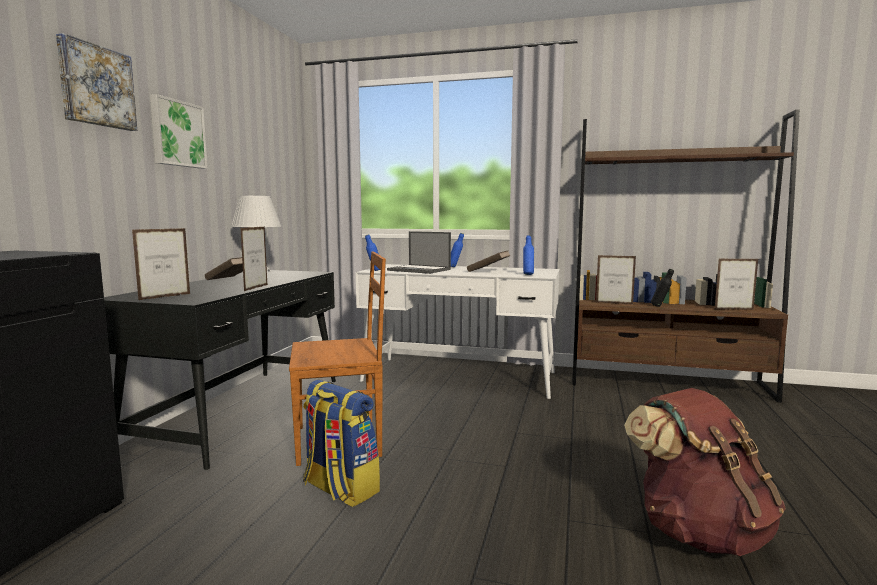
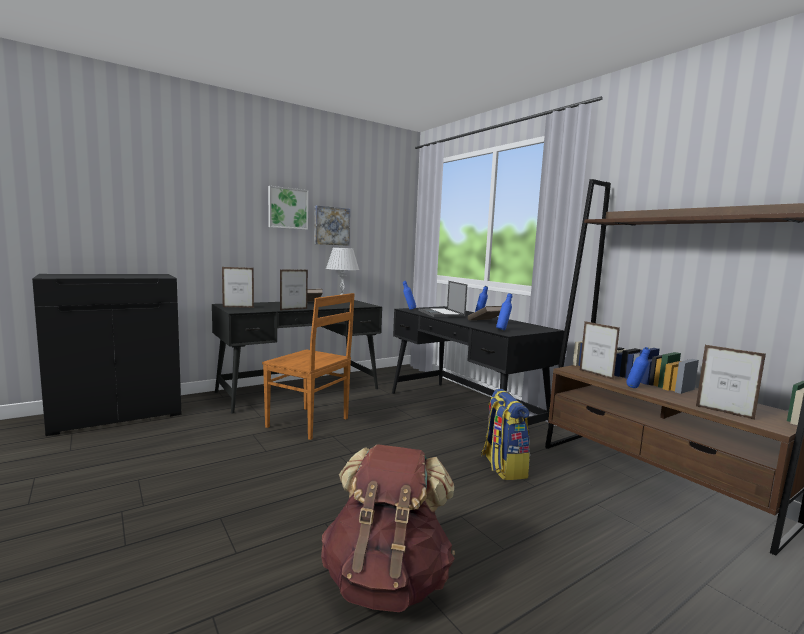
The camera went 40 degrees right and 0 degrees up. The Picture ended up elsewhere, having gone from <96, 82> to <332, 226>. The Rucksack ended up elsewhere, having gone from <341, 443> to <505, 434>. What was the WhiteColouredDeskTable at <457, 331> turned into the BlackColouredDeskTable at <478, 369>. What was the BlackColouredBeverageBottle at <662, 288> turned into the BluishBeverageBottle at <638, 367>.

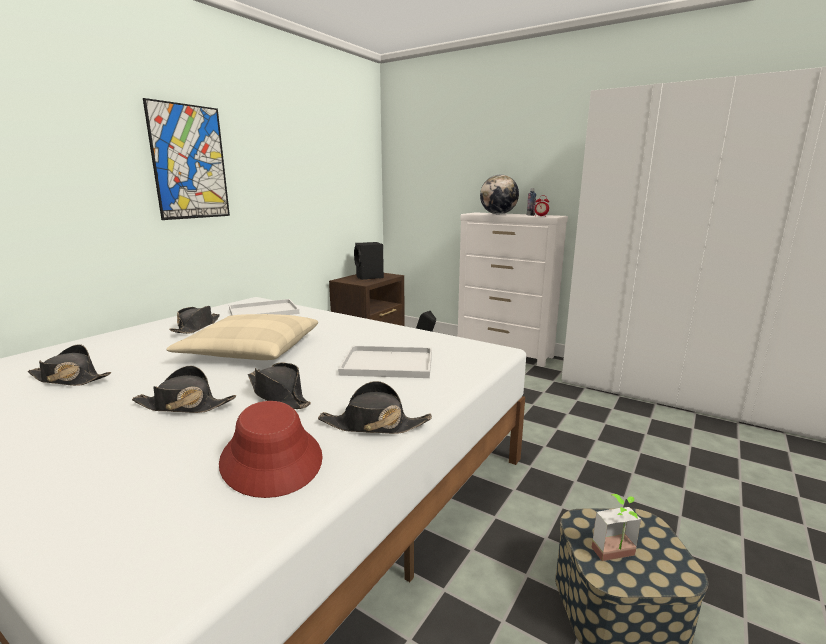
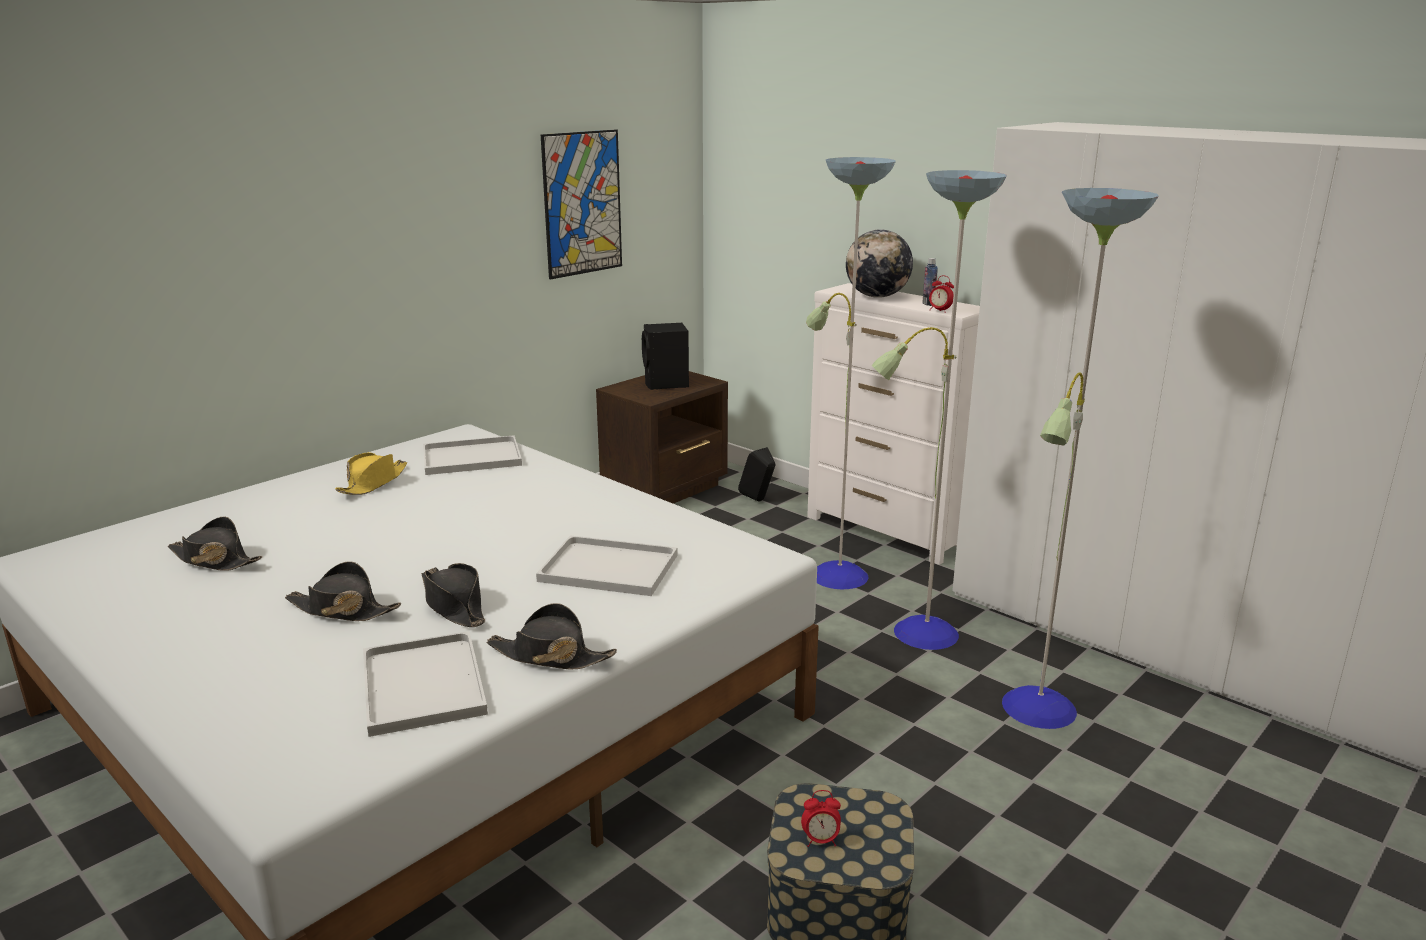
The camera went 10 degrees right and 5 degrees up. The second view lost the BeigeCushion at <242, 337>. The second view gained the StandingLamp at <982, 443>. The Picture ended up elsewhere, having gone from <186, 159> to <581, 204>. Where the ReddishWearableHat stood at <271, 449>, the WhiteColouredServingTray came to stand at <425, 684>. Where the PottedPlant stood at <616, 527>, the BedsideClock came to stand at <821, 818>. What was the BlackColouredWearableHat at <194, 320> turned into the YellowishWearableHat at <371, 473>.

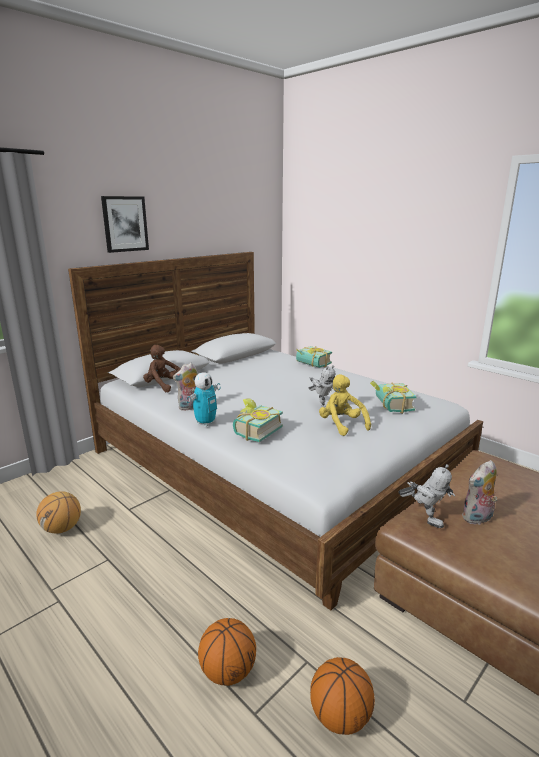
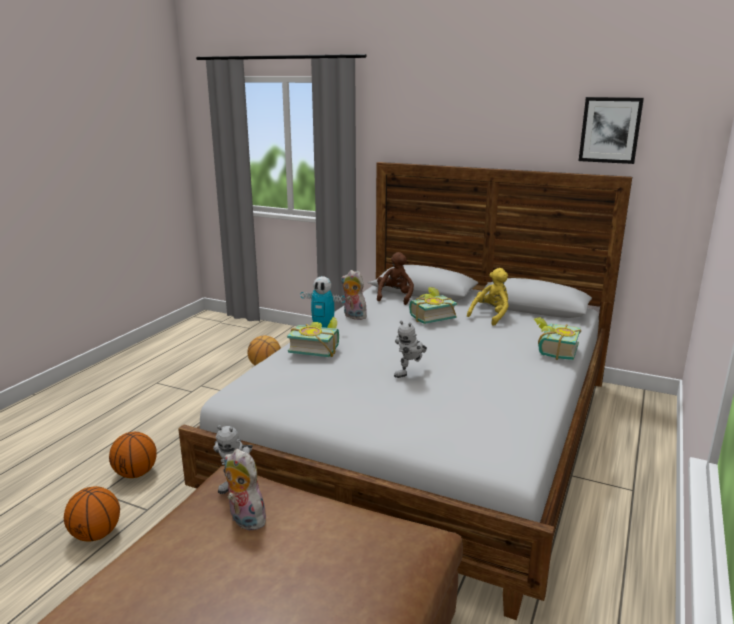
The camera went 70 degrees right and 0 degrees up. The Picture ended up elsewhere, having gone from <125, 224> to <611, 130>. The YellowishPlushToy ended up elsewhere, having gone from <345, 405> to <488, 297>. The Volume ended up elsewhere, having gone from <393, 397> to <433, 305>.

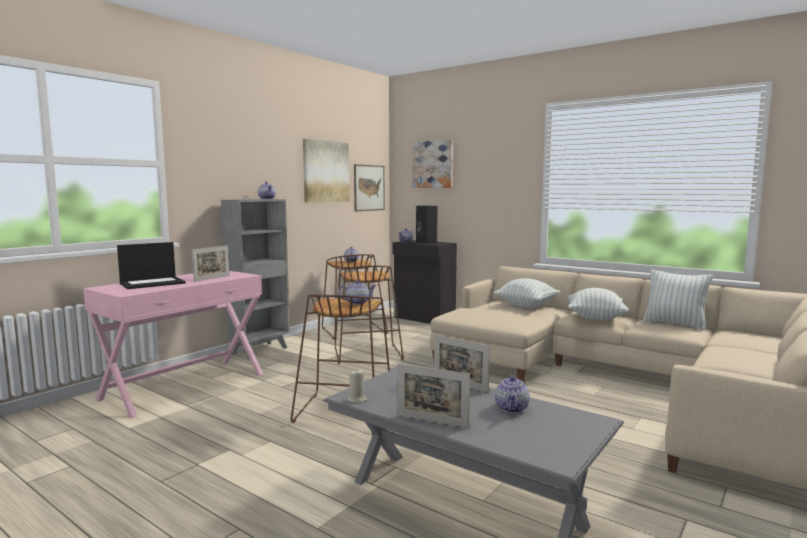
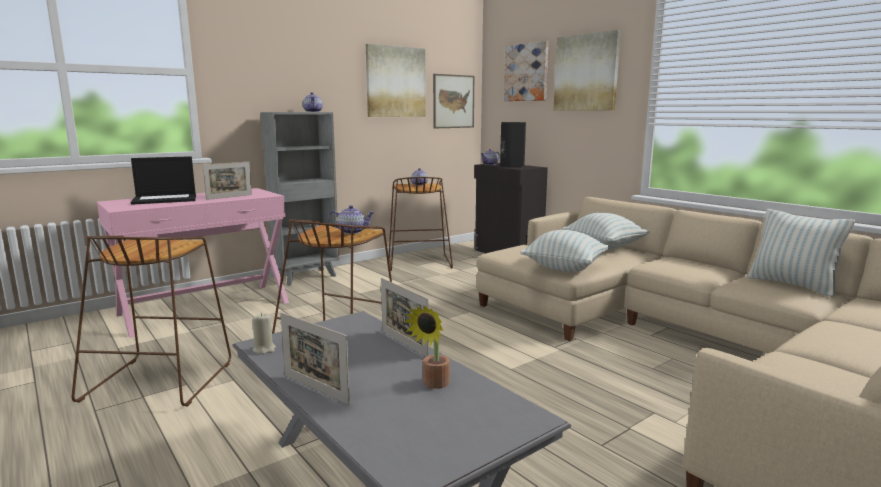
The camera went 15 degrees right and 5 degrees up. The second view gained the Picture at <587, 70>. The BrownStoolSeat ended up elsewhere, having gone from <369, 315> to <151, 321>. The Cushion ended up elsewhere, having gone from <598, 304> to <564, 251>. Where the Teapot stood at <512, 394>, the PottedPlant came to stand at <427, 347>.

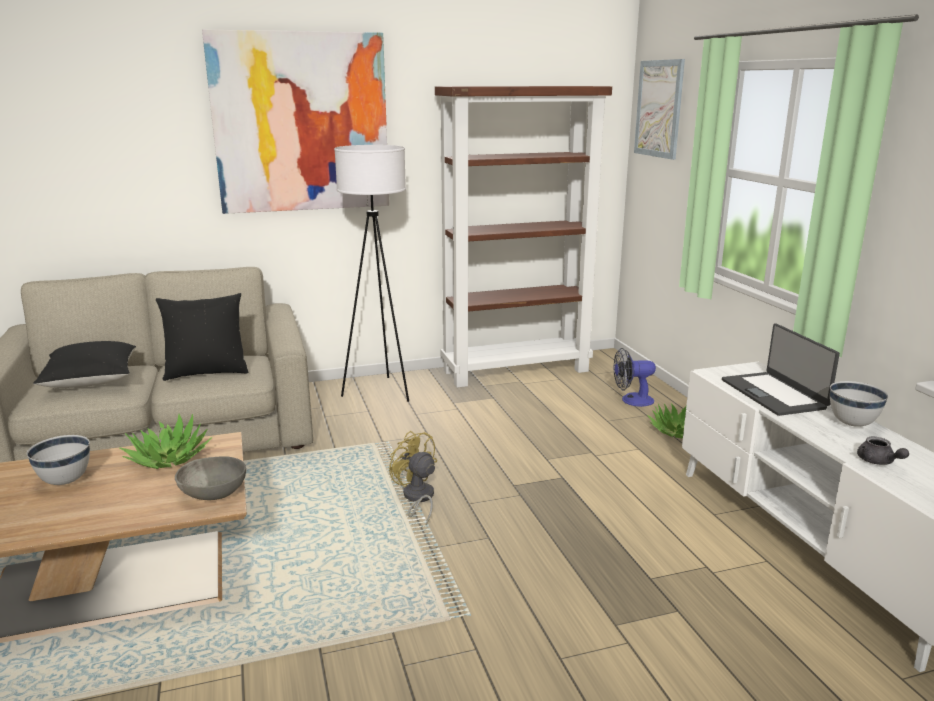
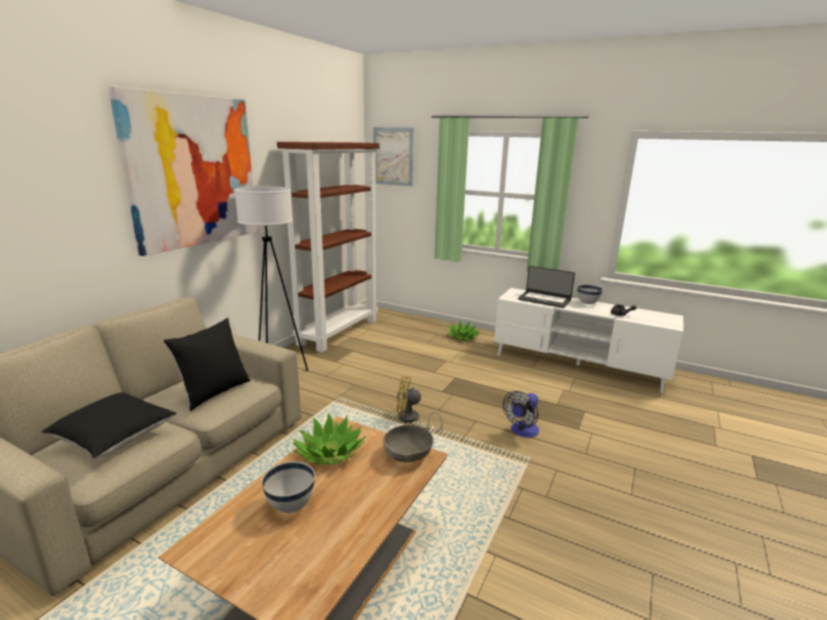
The camera went 45 degrees left and 0 degrees up. The CoolingFan ended up elsewhere, having gone from <635, 377> to <521, 414>.

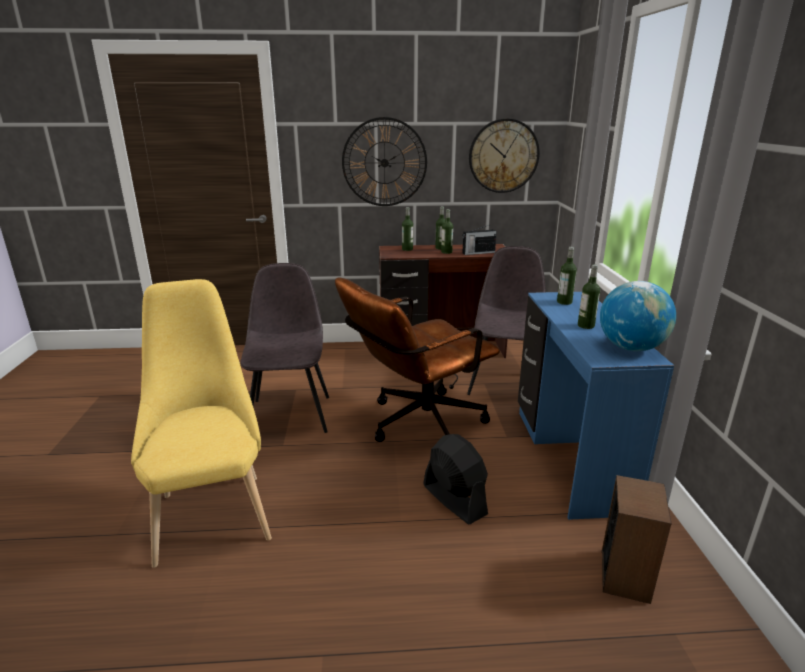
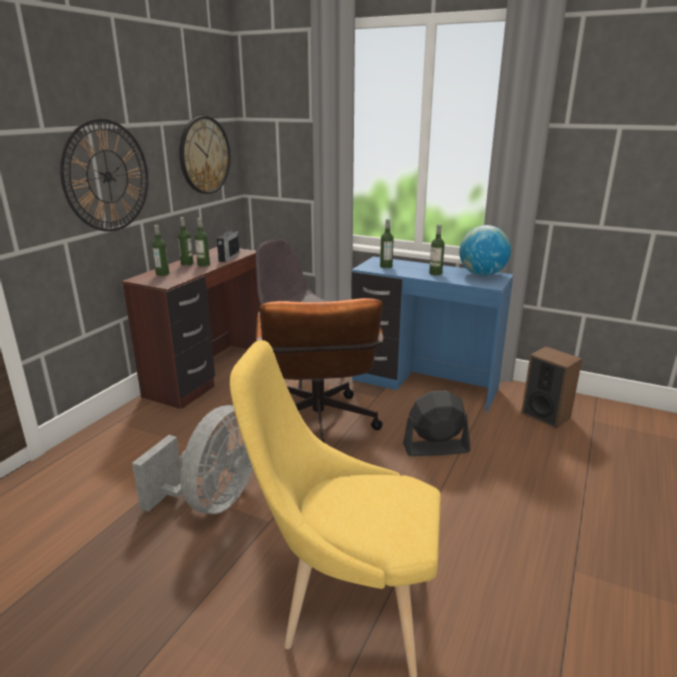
The camera went 60 degrees left and 0 degrees up. Where the GreyishUprightChair stood at <284, 348>, the GreyishCoolingFan came to stand at <192, 459>.

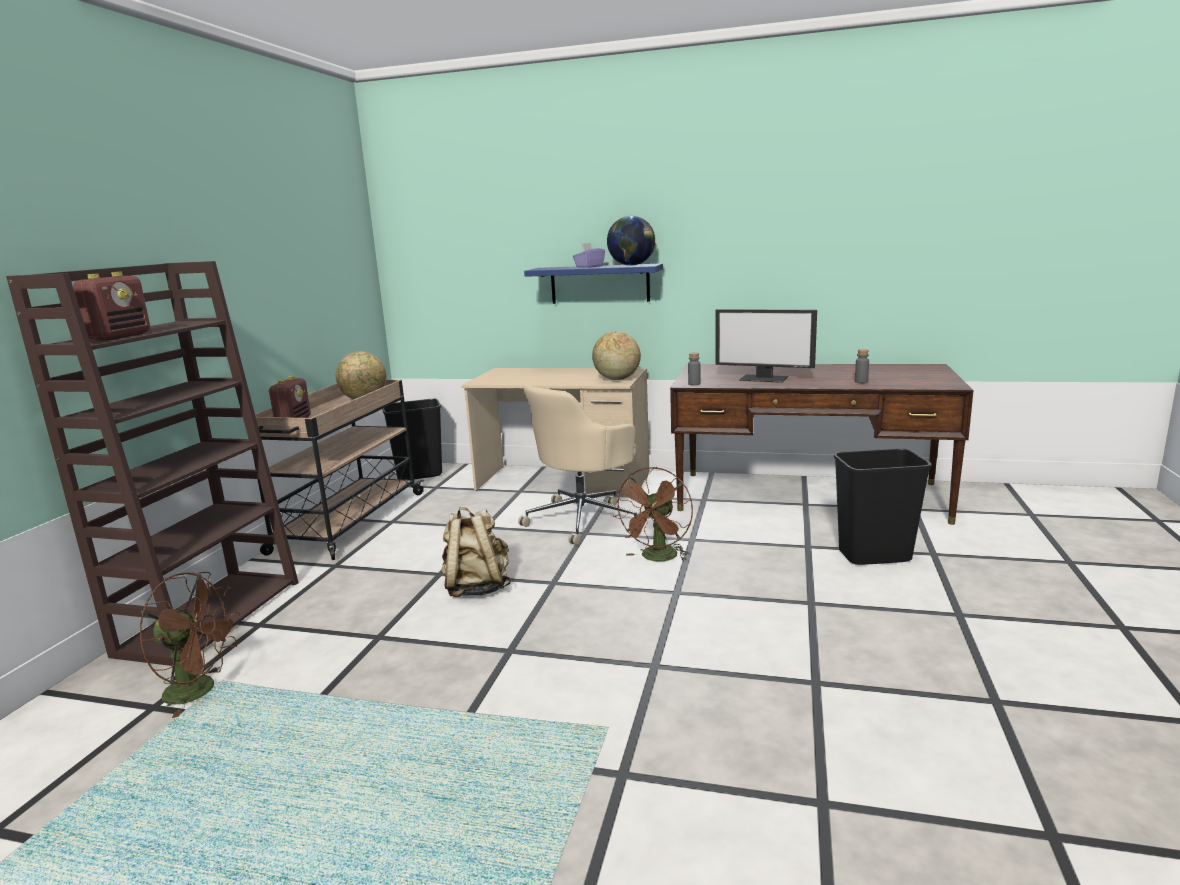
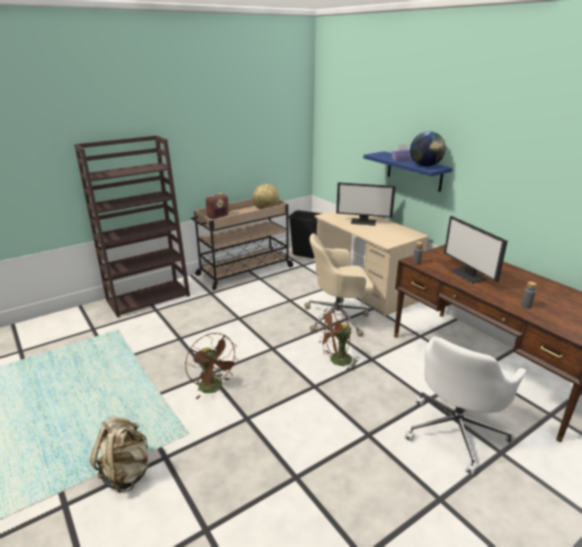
The camera went 40 degrees right and 10 degrees up. The second view lost the RadioReceiver at <111, 306>. The second view lost the WorldGlobe at <616, 355>. The second view gained the ComputerDisplay at <366, 204>. The BrownCoolingFan ended up elsewhere, having gone from <190, 645> to <212, 366>. The BeigeRucksack ended up elsewhere, having gone from <476, 552> to <119, 454>. Where the BlackColouredWasteBin stood at <882, 506>, the WhiteColouredComputerChair came to stand at <466, 405>.

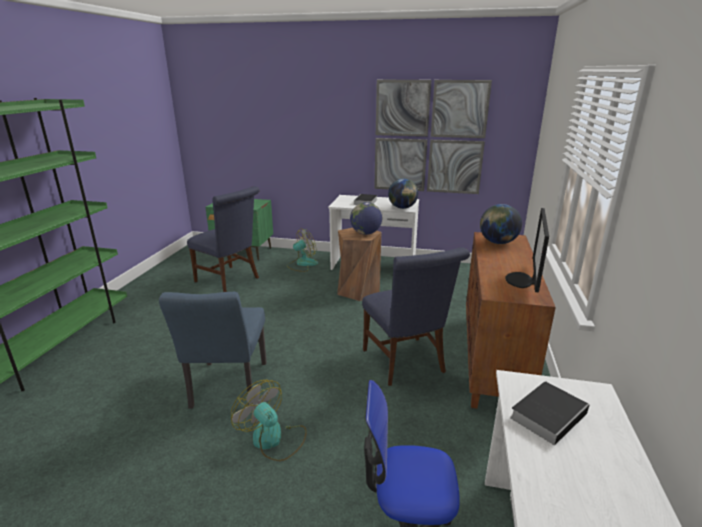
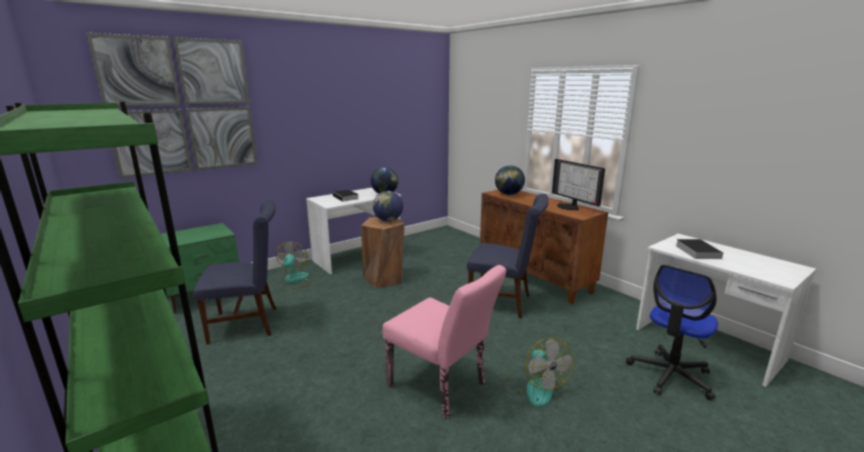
The camera went 50 degrees left and 5 degrees down. The Picture ended up elsewhere, having gone from <433, 137> to <171, 106>. What was the BluishUprightChair at <213, 350> turned into the PinkUprightChair at <444, 342>. The CoolingFan at <269, 420> ended up facing another way, 105 degrees counterclockwise from before.

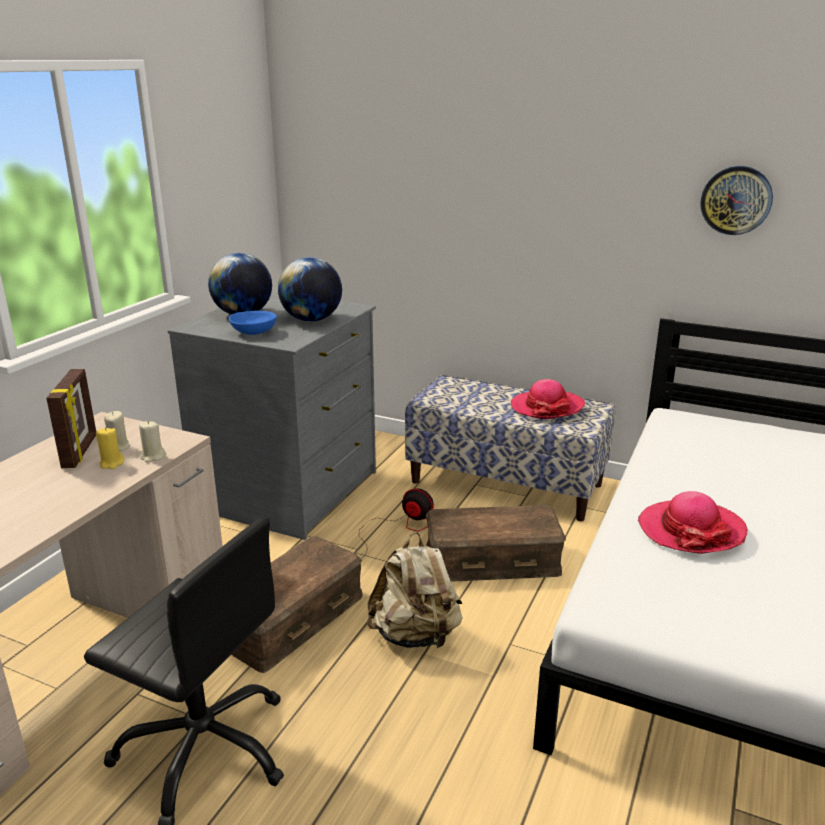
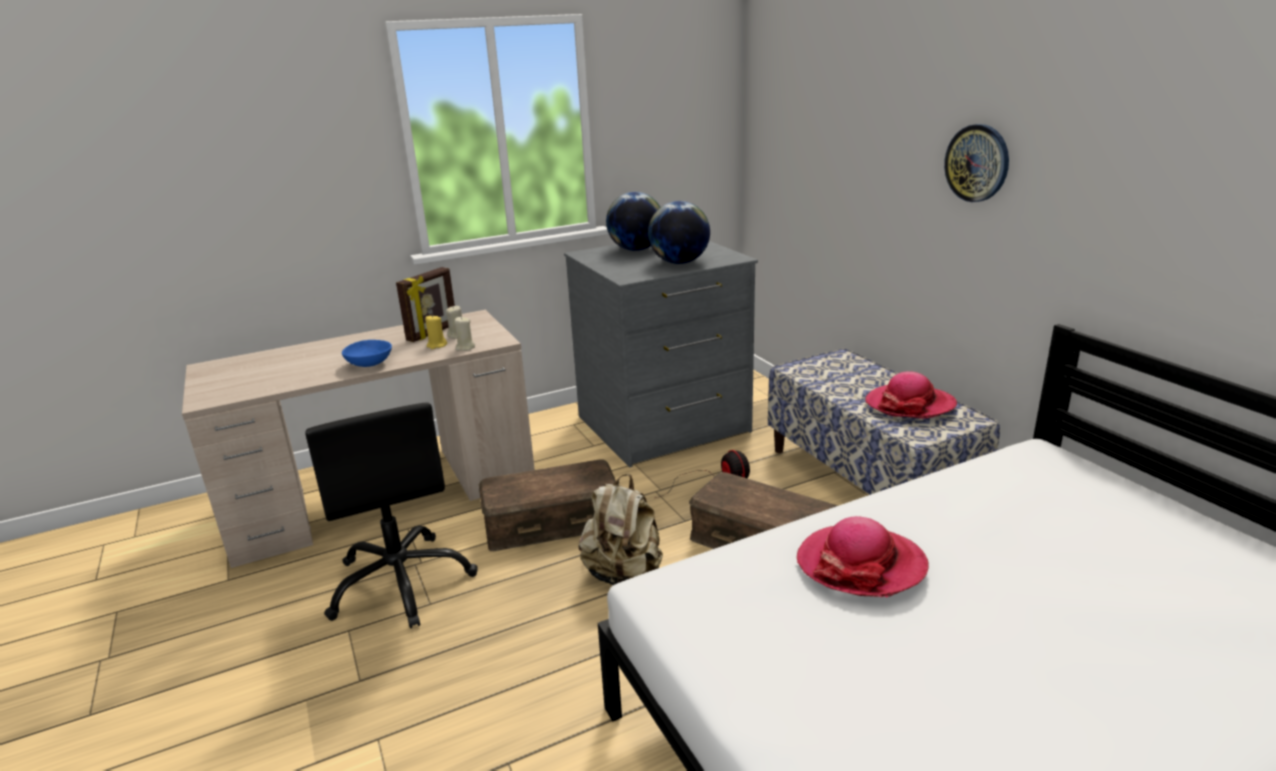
The camera went 40 degrees right and 0 degrees up. The BluishServingBowl ended up elsewhere, having gone from <253, 323> to <367, 353>. The ClockOnTheWall ended up elsewhere, having gone from <736, 200> to <976, 163>.

